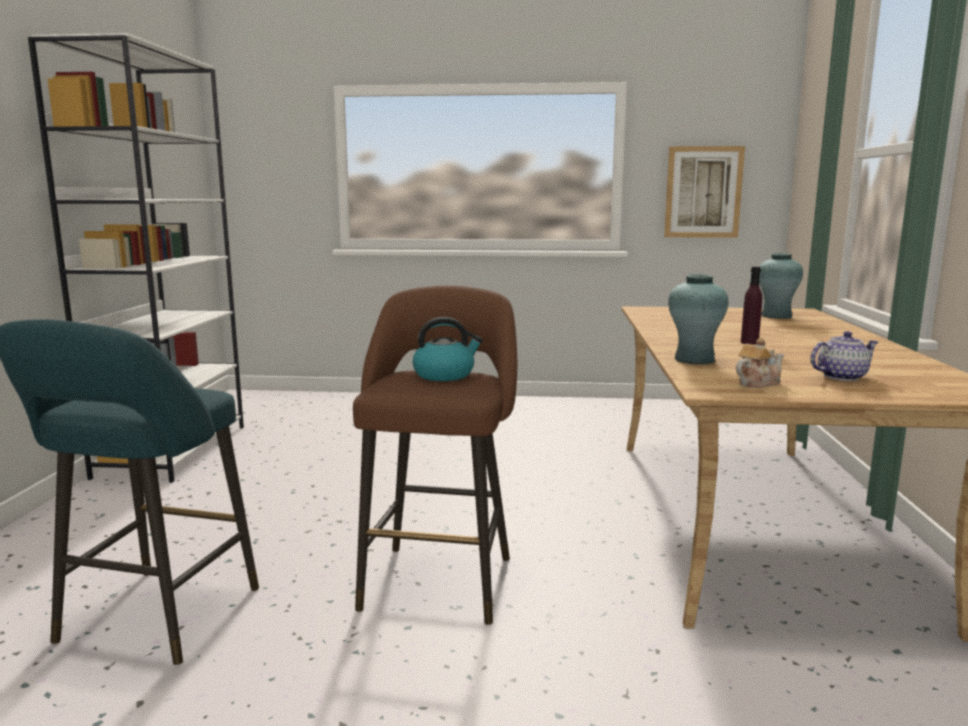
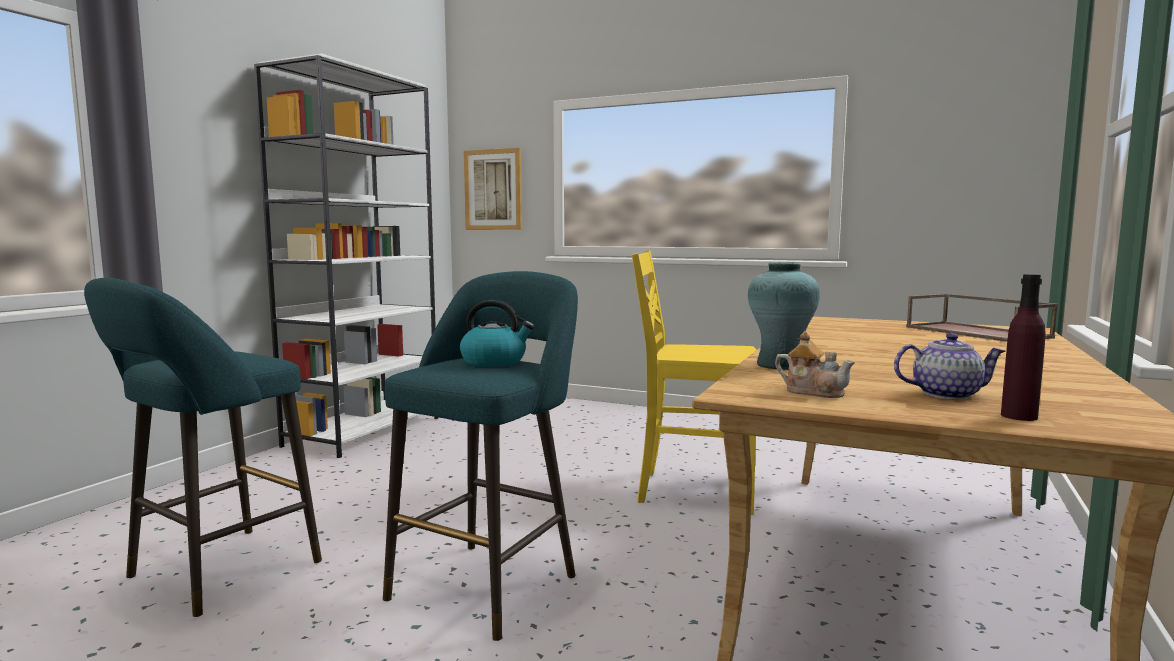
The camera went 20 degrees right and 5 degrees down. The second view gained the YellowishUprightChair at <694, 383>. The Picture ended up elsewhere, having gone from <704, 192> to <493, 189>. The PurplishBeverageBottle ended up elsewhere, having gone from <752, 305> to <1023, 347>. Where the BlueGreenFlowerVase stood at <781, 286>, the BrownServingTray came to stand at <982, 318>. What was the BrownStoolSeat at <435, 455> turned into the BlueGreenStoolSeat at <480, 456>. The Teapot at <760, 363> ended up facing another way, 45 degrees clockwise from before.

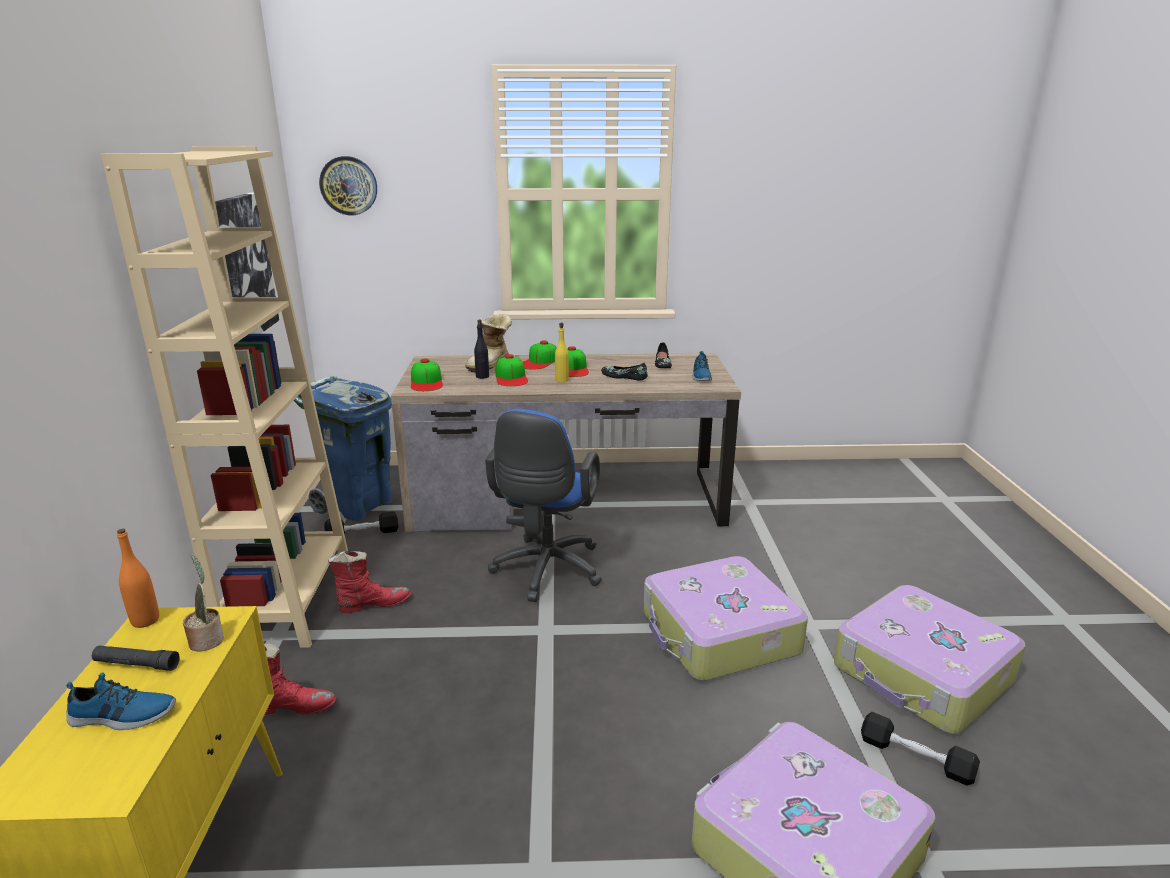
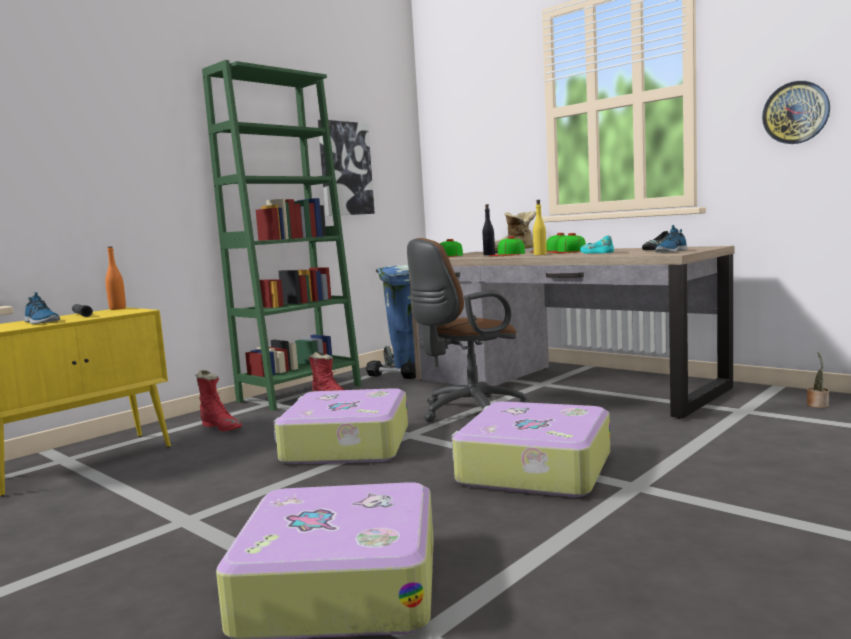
The camera went 45 degrees right and 15 degrees down. The second view lost the BlackColouredHandWeight at <920, 748>. The PottedPlant ended up elsewhere, having gone from <203, 602> to <818, 380>. The ClockOnTheWall ended up elsewhere, having gone from <348, 185> to <796, 112>. The TravelCase ended up elsewhere, having gone from <930, 659> to <341, 426>. What was the BeigeBookcase at <224, 397> turned into the GreenishBookcase at <282, 235>. What was the BluishComputerChair at <543, 505> turned into the BrownComputerChair at <469, 330>. What was the BlackColouredItemOfFootwear at <624, 371> turned into the BlueGreenItemOfFootwear at <597, 245>.

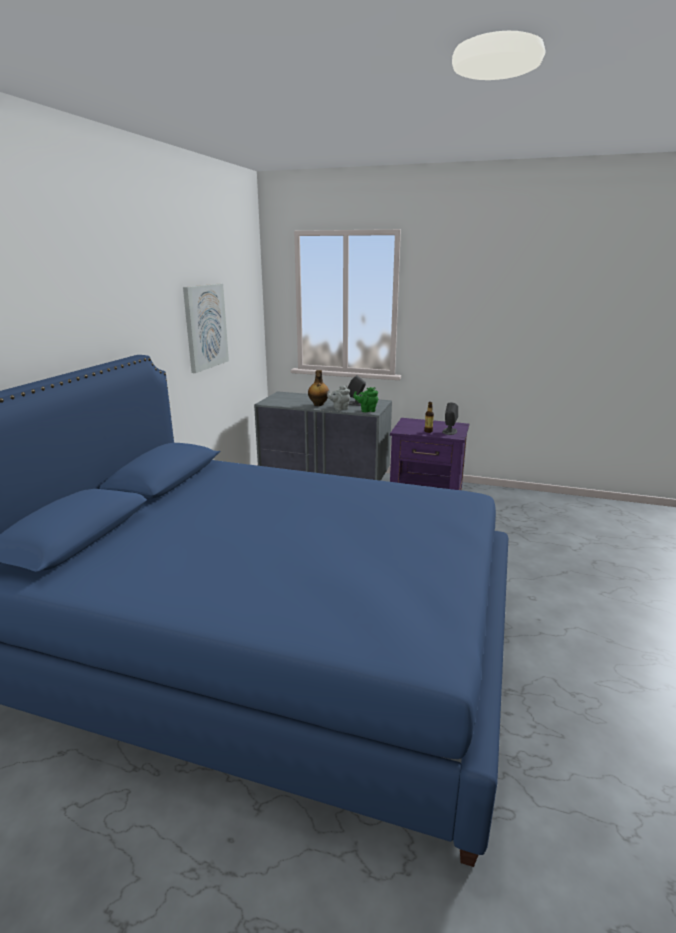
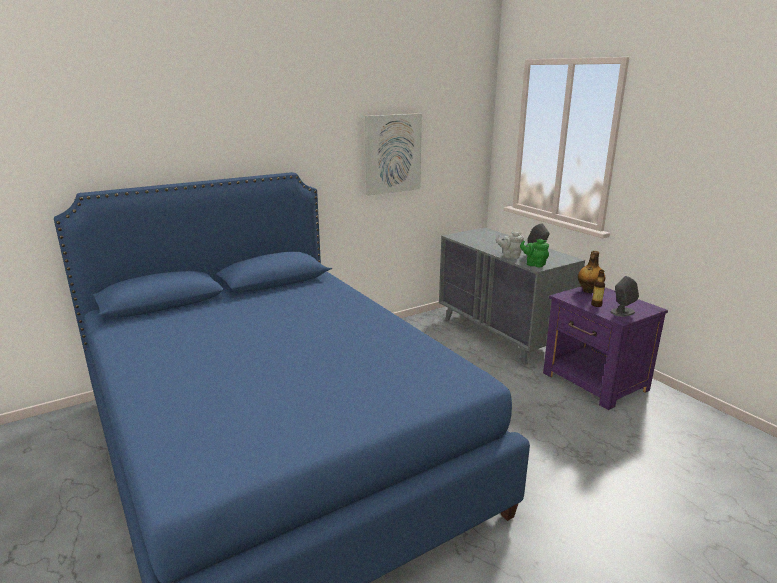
The camera went 40 degrees right and 0 degrees up. The BeverageBottle ended up elsewhere, having gone from <318, 388> to <591, 272>.

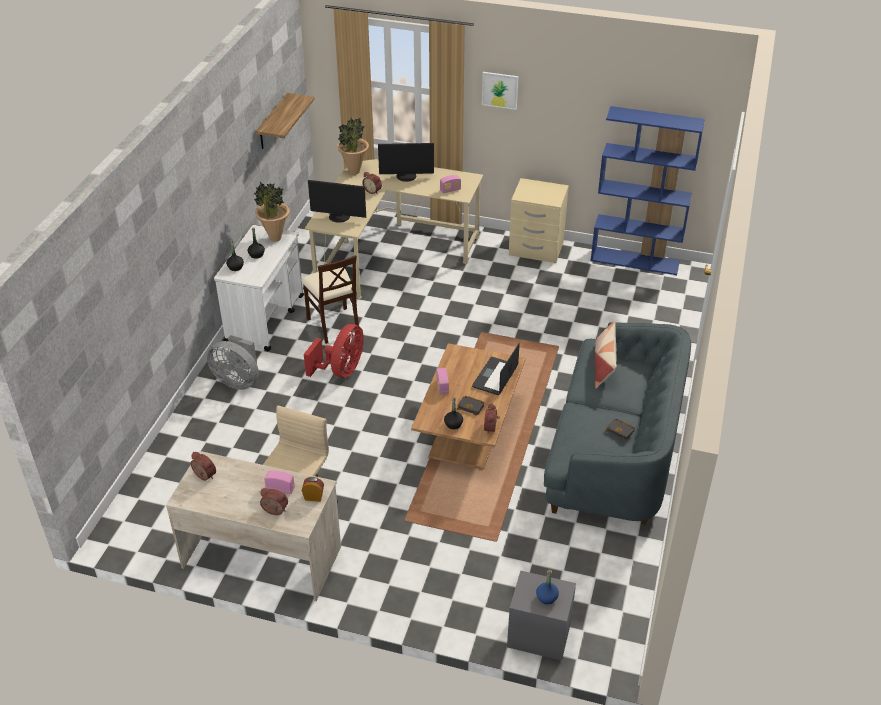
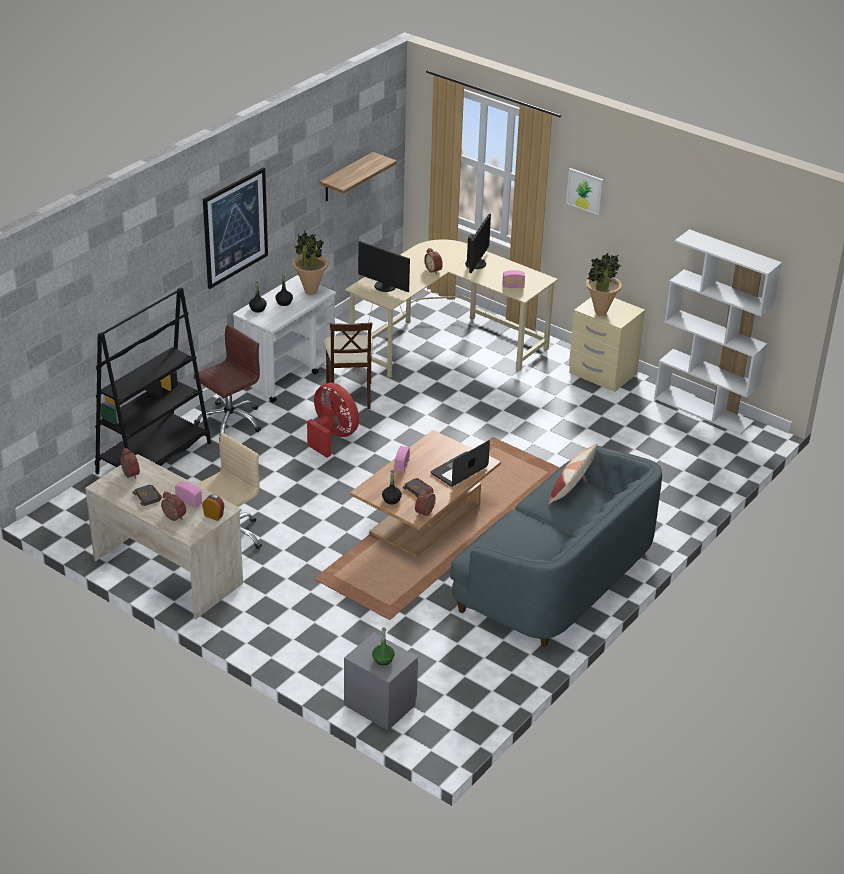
The camera went 20 degrees right and 5 degrees down. The second view gained the BlackColouredBookcase at <153, 381>. The second view gained the Picture at <235, 228>. The PottedPlant ended up elsewhere, having gone from <353, 146> to <604, 284>. The BlackColouredVolume ended up elsewhere, having gone from <620, 430> to <147, 495>. Where the GreyishCoolingFan stood at <233, 362>, the BrownComputerChair came to stand at <227, 382>. What was the BluishBeverageBottle at <547, 587> turned into the GreenishBeverageBottle at <383, 646>. What was the BluishBookcase at <648, 190> turned into the WhiteColouredBookcase at <718, 332>. The ReddishCoolingFan at <334, 351> ended up facing another way, 90 degrees counterclockwise from before. The ComputerDisplay at <406, 162> ended up facing another way, 90 degrees counterclockwise from before.

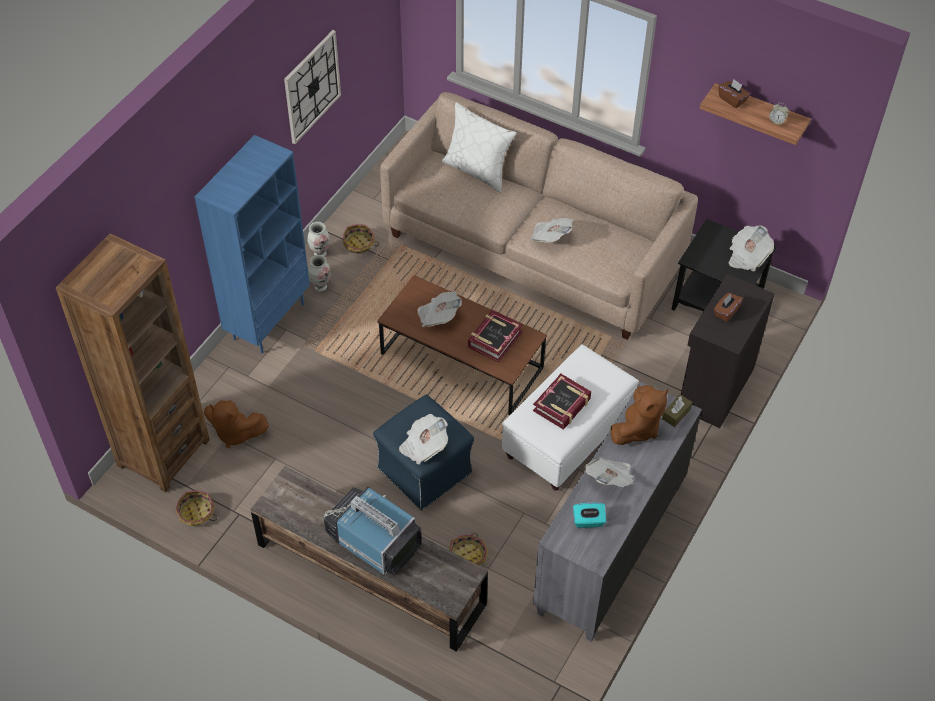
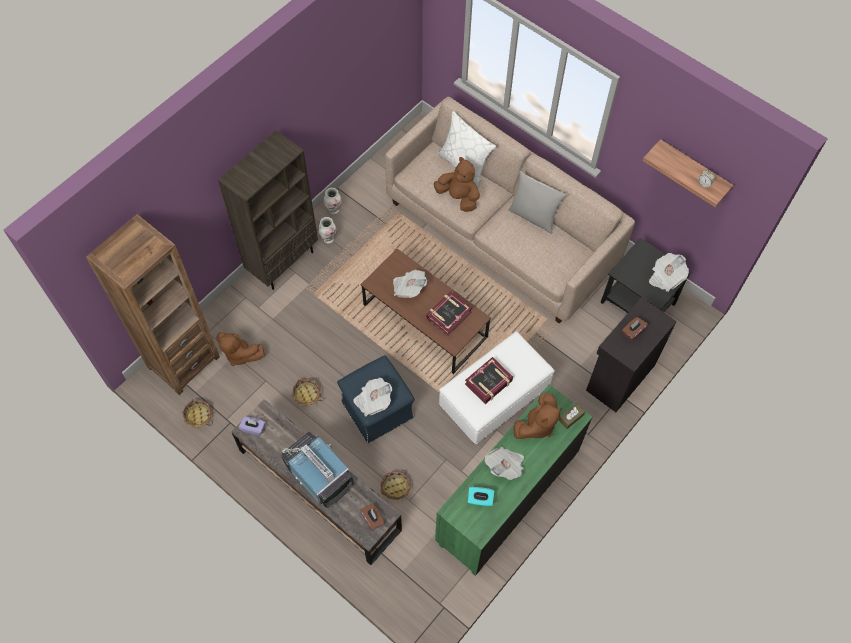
The camera went 10 degrees right and 10 degrees up. The second view lost the ClockOnTheWall at <312, 87>. The second view lost the DailyPaper at <551, 230>. The second view gained the PurplishTissueHolder at <252, 426>. The second view gained the BrownPlushToy at <457, 184>. The second view gained the GreyishCushion at <537, 202>. The Basket ended up elsewhere, having gone from <361, 239> to <308, 392>. The BrownTissueHolder ended up elsewhere, having gone from <734, 93> to <372, 517>. What was the BluishBookcase at <252, 244> turned into the BrownBookcase at <268, 210>. What was the GreyishDrawerChest at <617, 512> turned into the GreenishDrawerChest at <513, 480>.

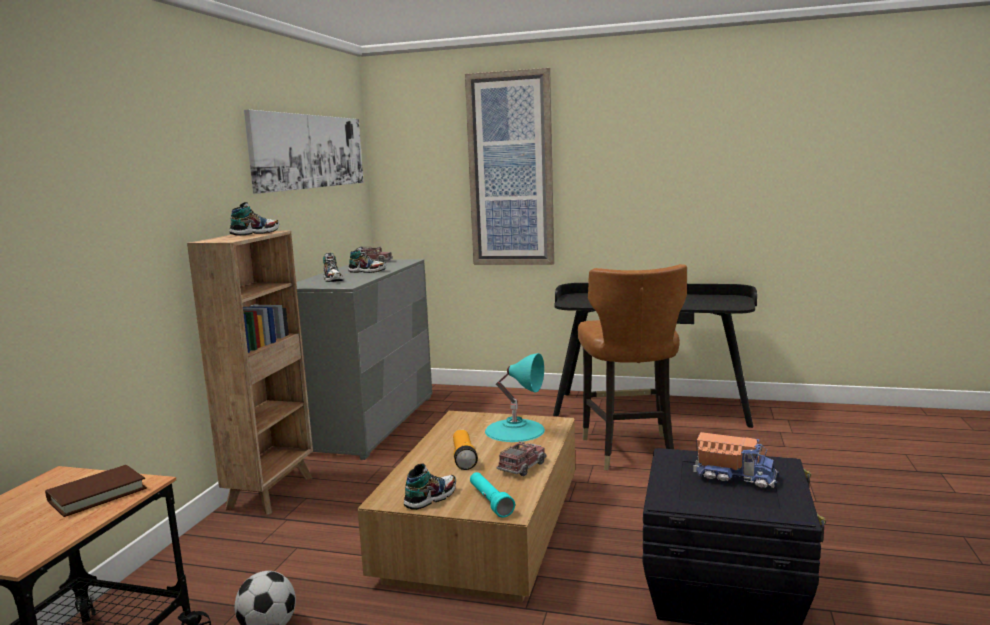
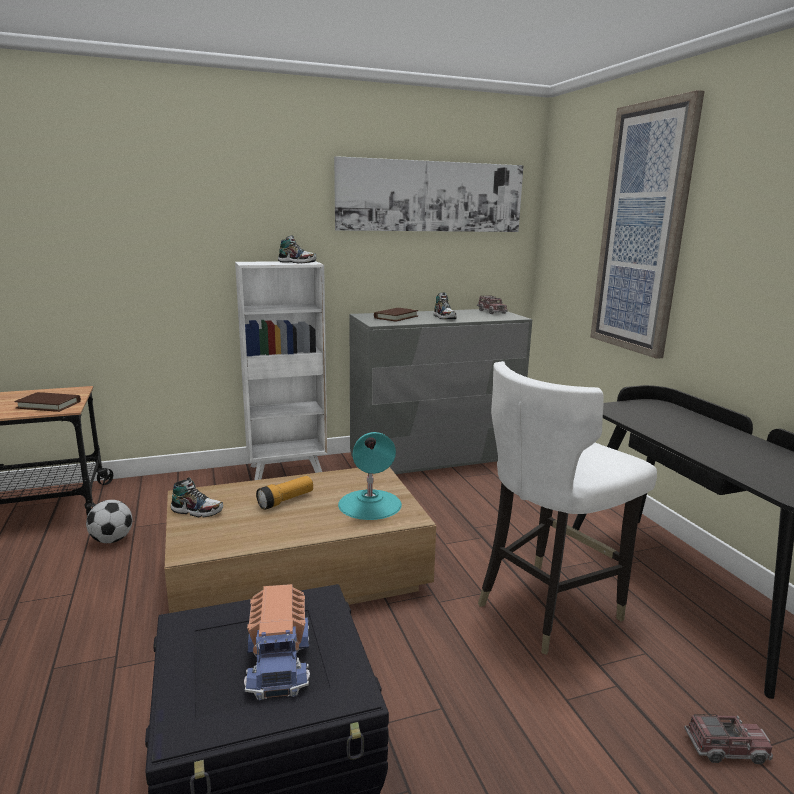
The camera went 55 degrees right and 5 degrees up. The second view lost the BlueGreenTorch at <492, 495>. The ToyTruck ended up elsewhere, having gone from <521, 458> to <728, 739>. Where the ItemOfFootwear stood at <333, 267>, the BrownVolume came to stand at <396, 315>. What was the BrownBookcase at <250, 373> turned into the WhiteColouredBookcase at <281, 370>. What was the BrownUprightChair at <632, 367> turned into the WhiteColouredUprightChair at <567, 508>.

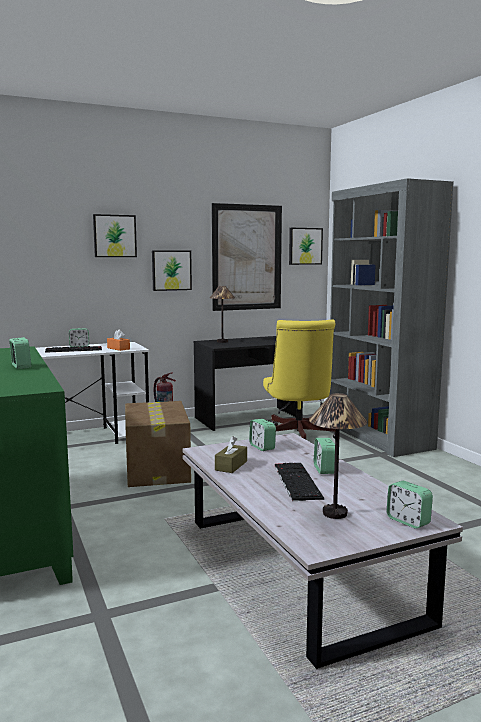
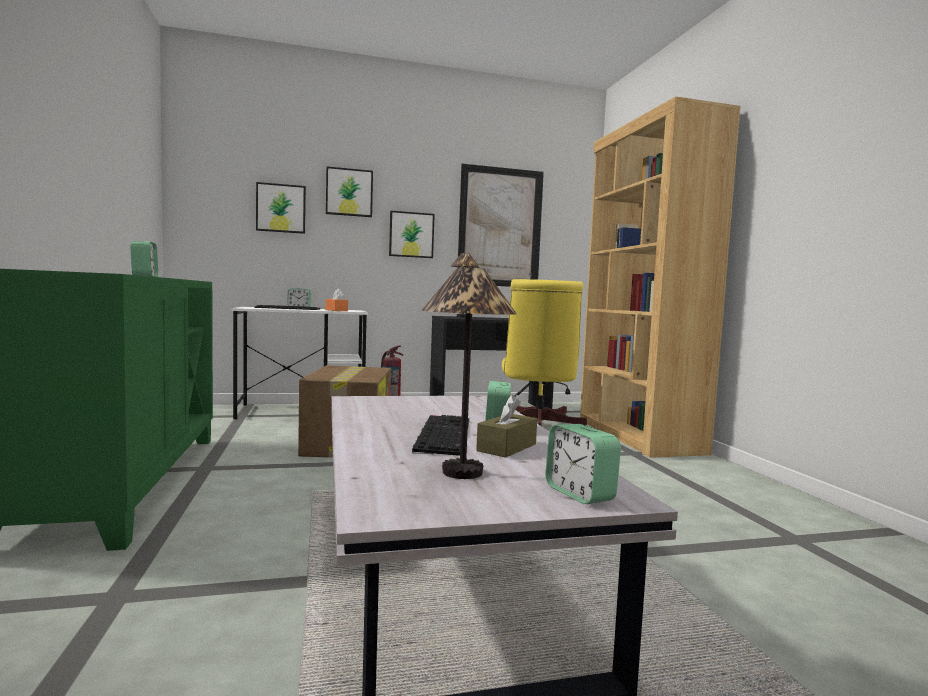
The camera went 10 degrees right and 5 degrees down. The second view lost the BedsideClock at <262, 435>. The BrownTissueHolder ended up elsewhere, having gone from <231, 454> to <506, 426>. The Picture ended up elsewhere, having gone from <306, 246> to <281, 208>. What was the GreyishBookcase at <391, 317> turned into the BrownBookcase at <660, 277>.

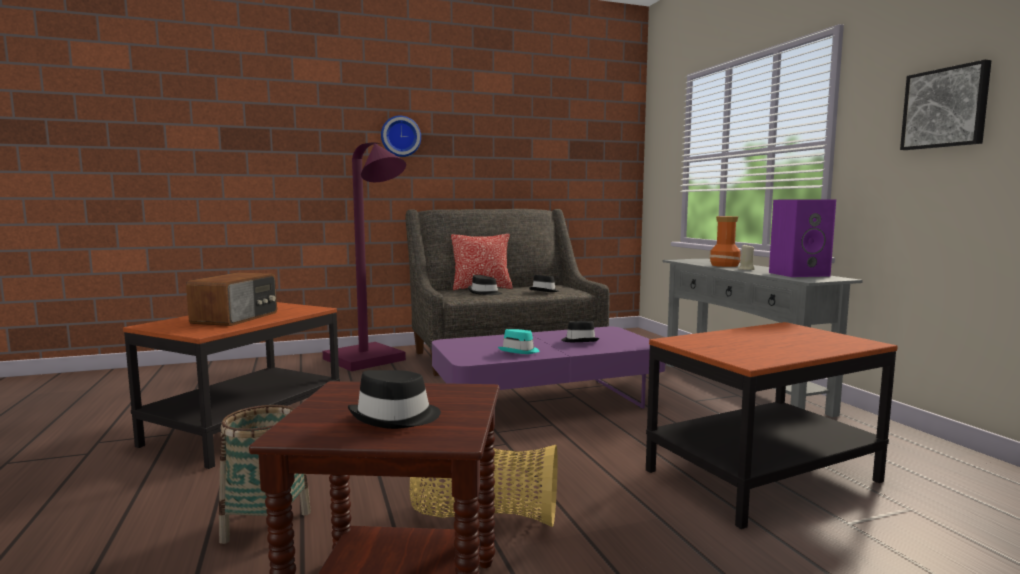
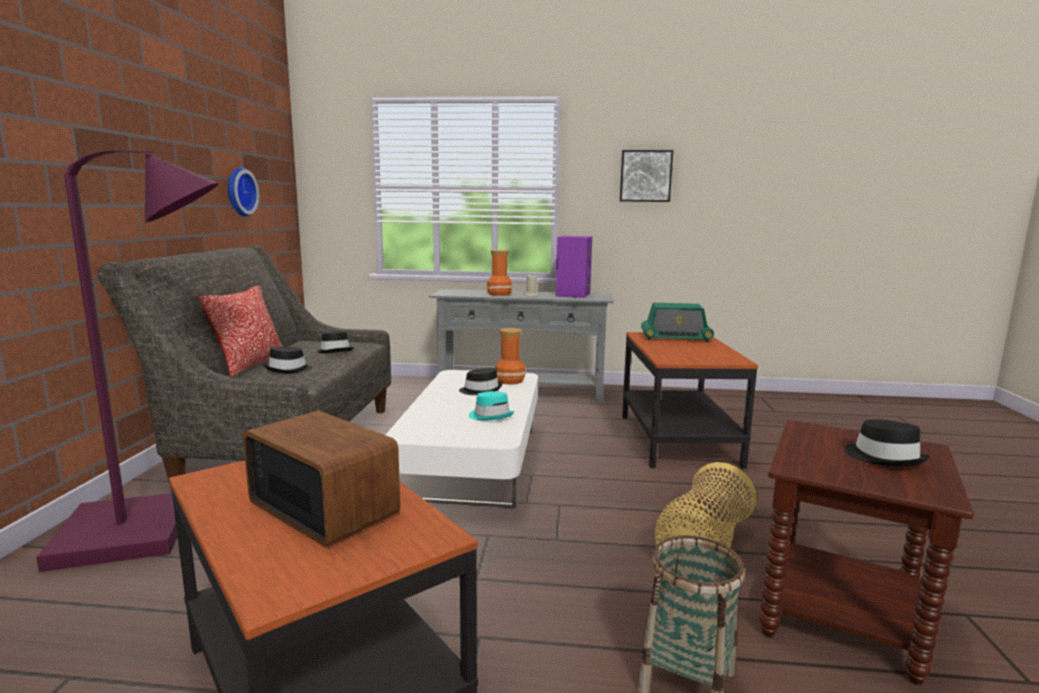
The camera went 65 degrees left and 5 degrees up. The second view gained the FlowerVase at <510, 356>. The second view gained the RadioReceiver at <677, 322>. The ClockOnTheWall ended up elsewhere, having gone from <401, 136> to <243, 192>. What was the PurplishCoffeeTable at <548, 368> turned into the WhiteColouredCoffeeTable at <462, 439>.

